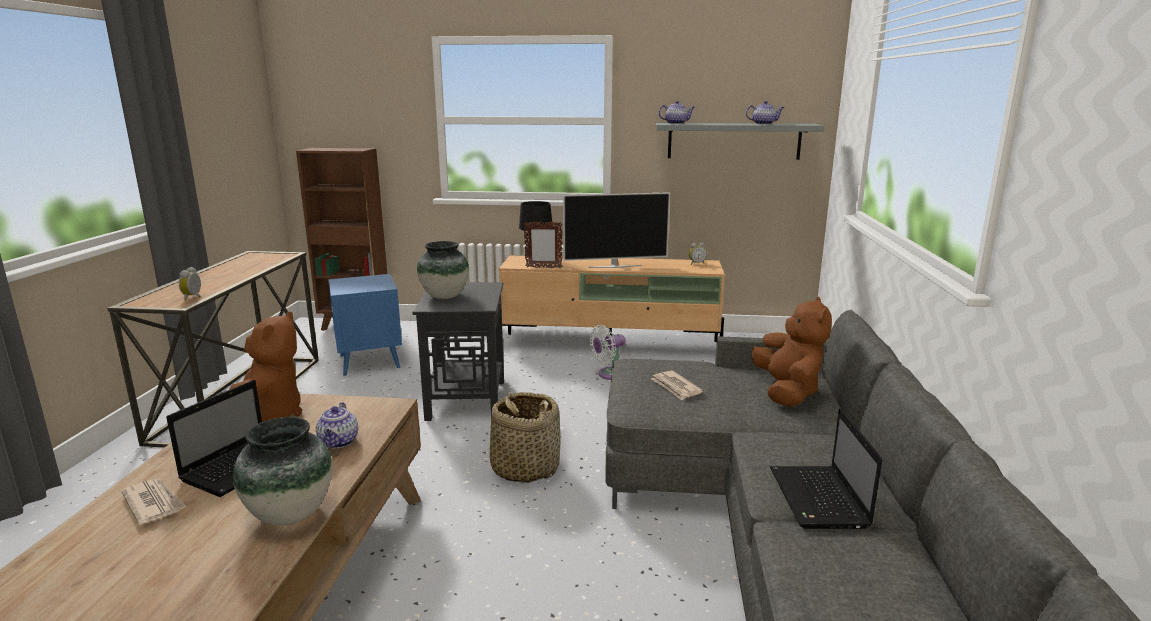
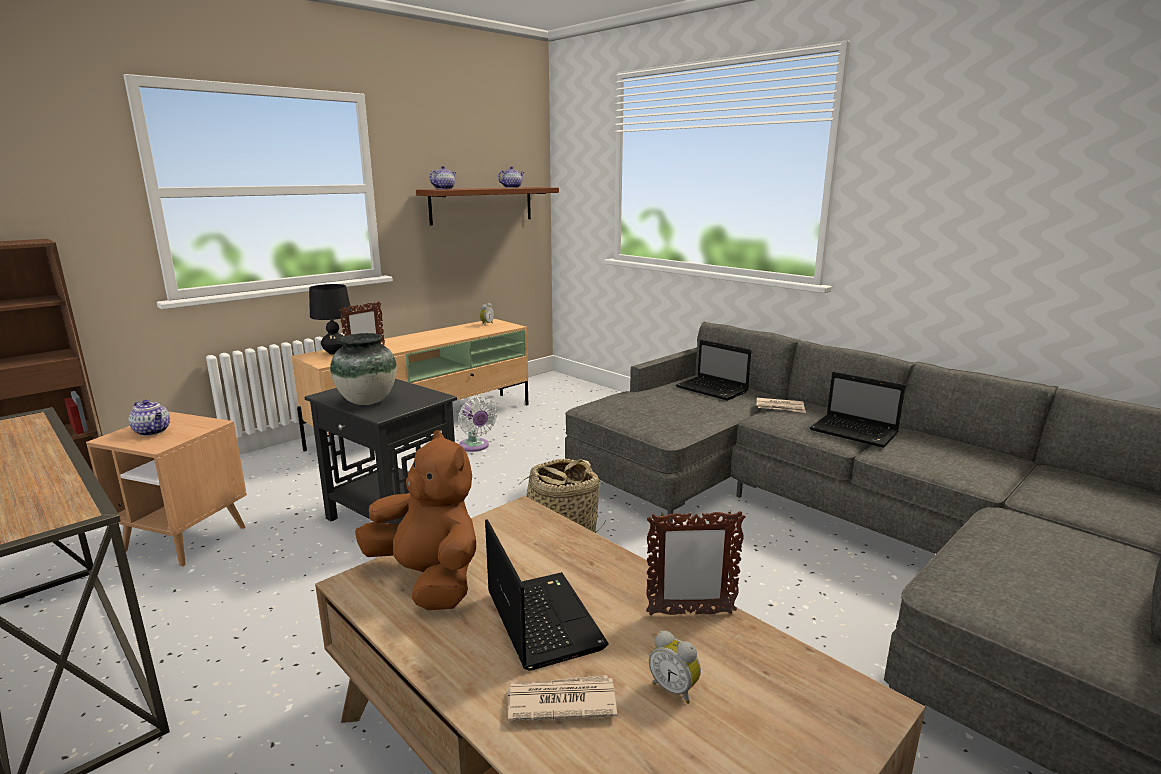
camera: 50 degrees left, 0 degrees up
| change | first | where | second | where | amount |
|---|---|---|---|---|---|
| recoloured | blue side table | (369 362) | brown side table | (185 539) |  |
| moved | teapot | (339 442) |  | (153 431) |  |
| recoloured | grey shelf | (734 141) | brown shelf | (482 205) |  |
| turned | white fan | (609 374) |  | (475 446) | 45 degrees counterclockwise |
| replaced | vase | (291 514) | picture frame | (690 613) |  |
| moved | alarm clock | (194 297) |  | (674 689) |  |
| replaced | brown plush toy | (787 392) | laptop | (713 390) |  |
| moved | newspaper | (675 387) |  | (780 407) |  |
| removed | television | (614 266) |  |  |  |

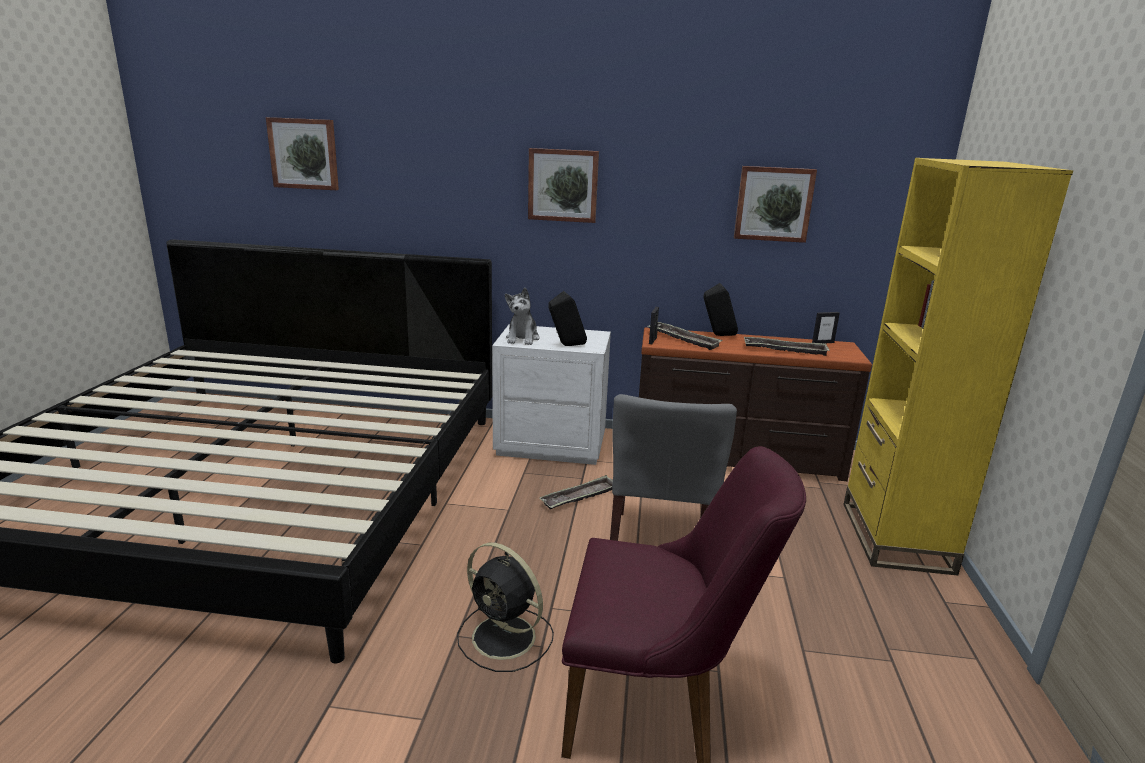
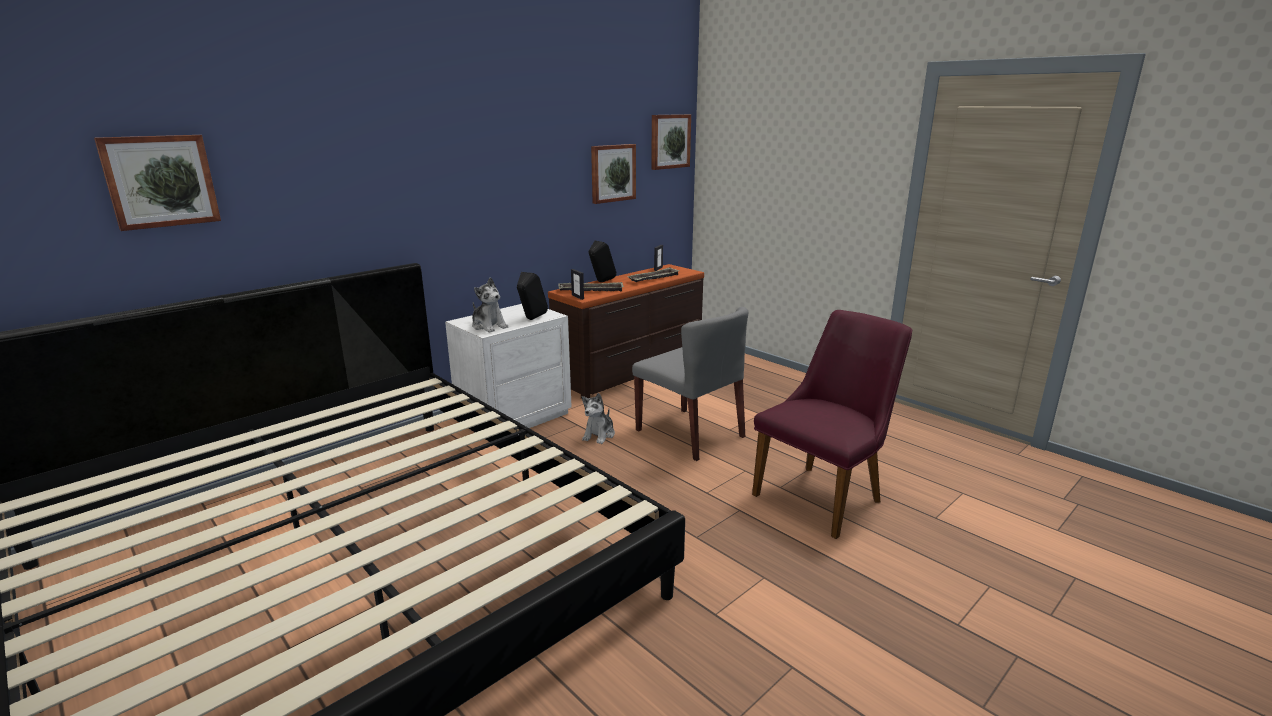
camera: 50 degrees left, 0 degrees up
| change | first | where | second | where | amount |
|---|---|---|---|---|---|
| replaced | tray | (579 497) | plush toy | (599 435) |  |
| moved | picture | (563 185) |  | (669 141) |  |
| removed | black fan | (506 638) |  |  |  |
| removed | yellow bookcase | (895 537) |  |  |  |

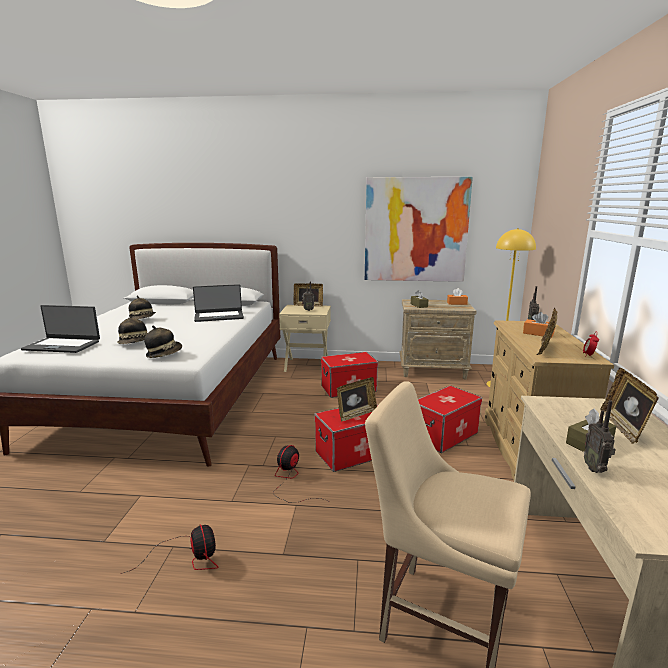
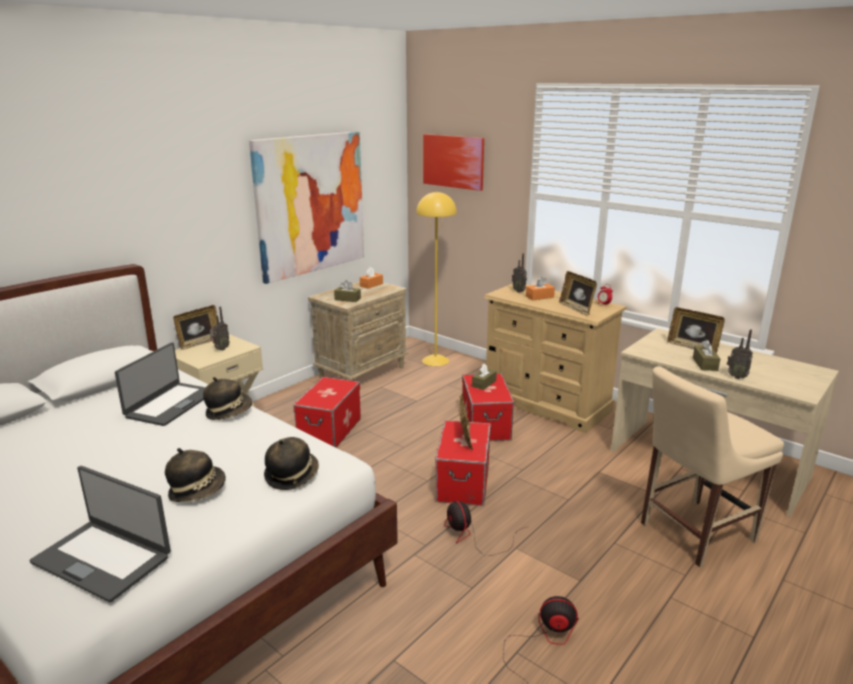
camera: 55 degrees left, 5 degrees up
| change | first | where | second | where | amount |
|---|---|---|---|---|---|
| turned | laptop | (62 345) |  | (103 558) | 75 degrees clockwise |
| moved | hat | (143 319) |  | (229 412) |  |
| added |  |  | picture | (453 161) |  |
| added |  |  | brown tissue box | (484 383) |  |

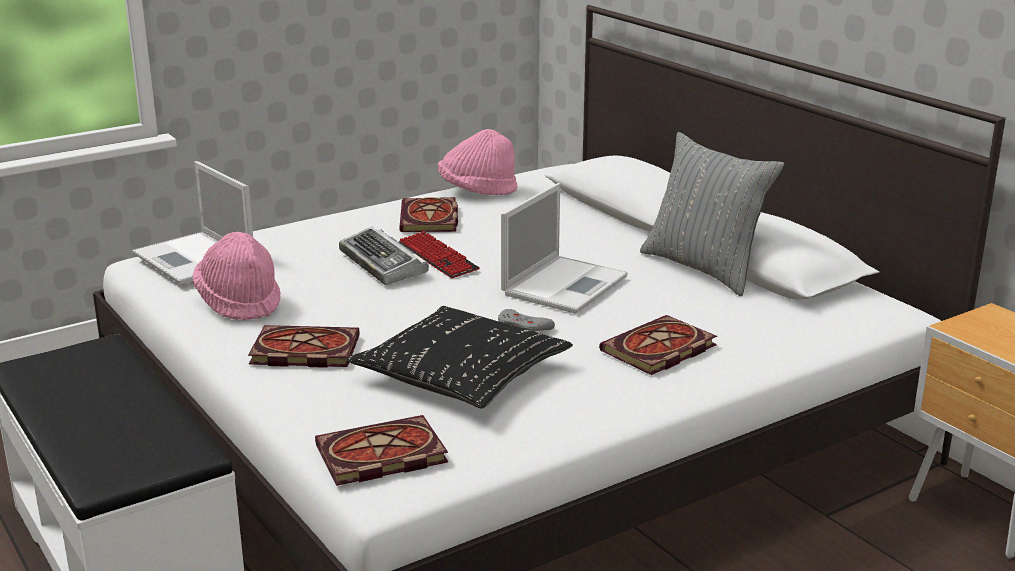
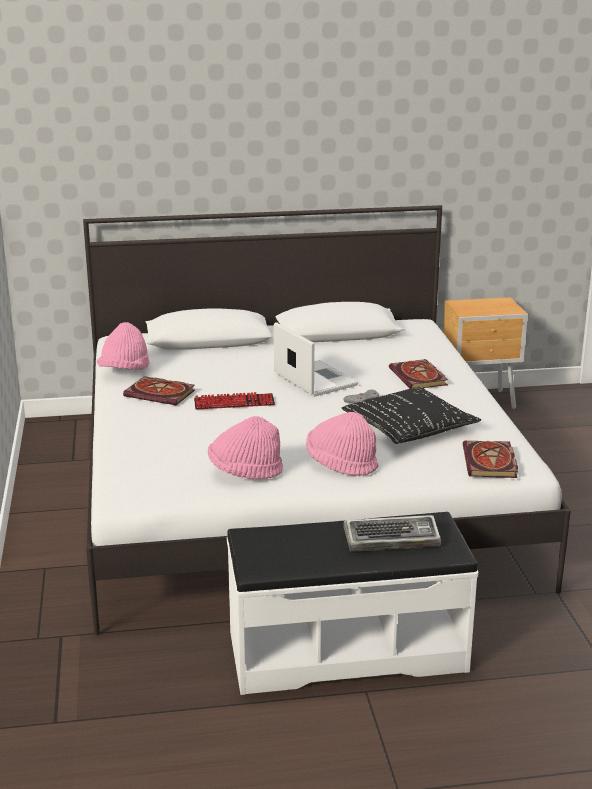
camera: 65 degrees left, 0 degrees up
| change | first | where | second | where | amount |
|---|---|---|---|---|---|
| replaced | book | (302 351) | pink hat | (341 464) |  |
| moved | keyboard | (384 264) |  | (392 539) |  |
| removed | laptop | (195 259) |  |  |  |
| removed | grey pillow | (704 268) |  |  |  |

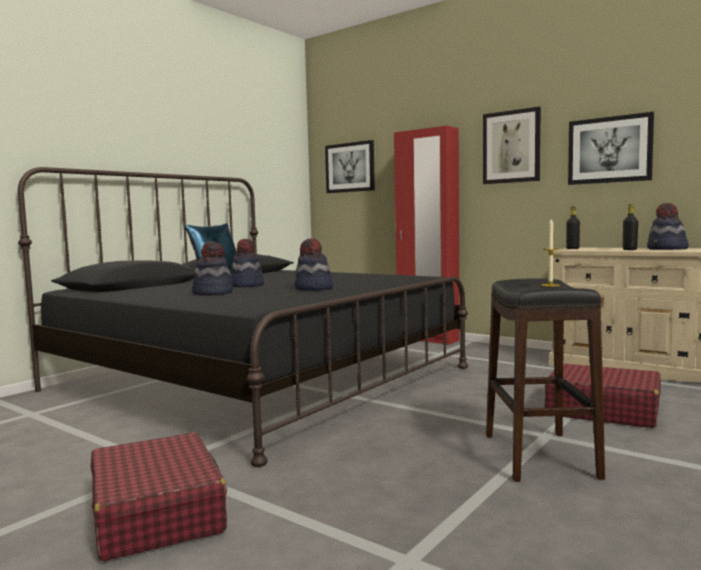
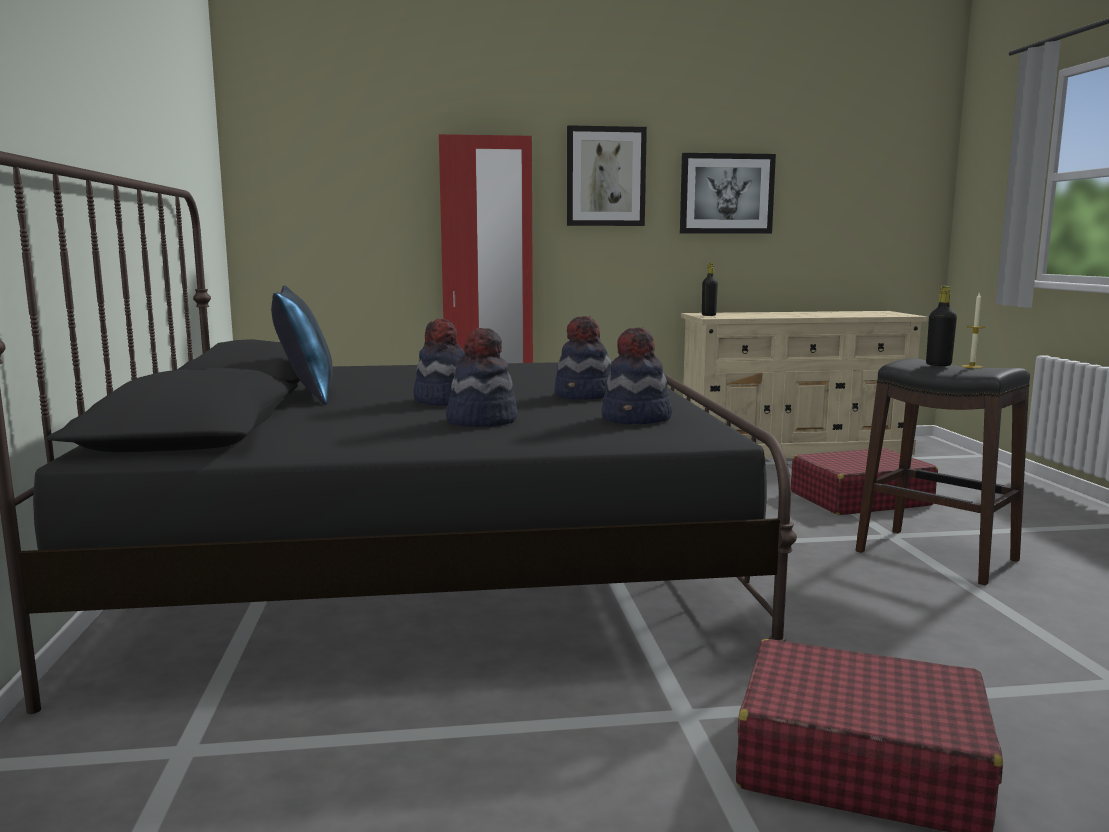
camera: 45 degrees left, 5 degrees up
| change | first | where | second | where | amount |
|---|---|---|---|---|---|
| moved | hat | (667 249) |  | (637 419) |  |
| moved | black bottle | (629 249) |  | (938 365) |  |
| removed | picture | (350 167) |  |  |  |

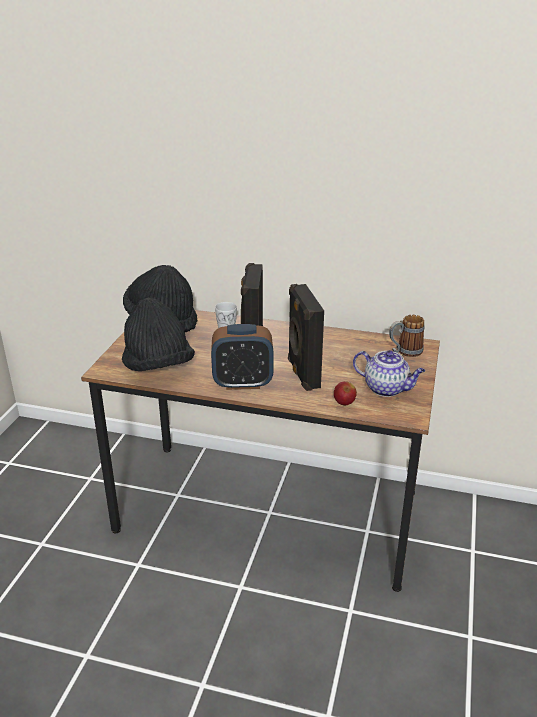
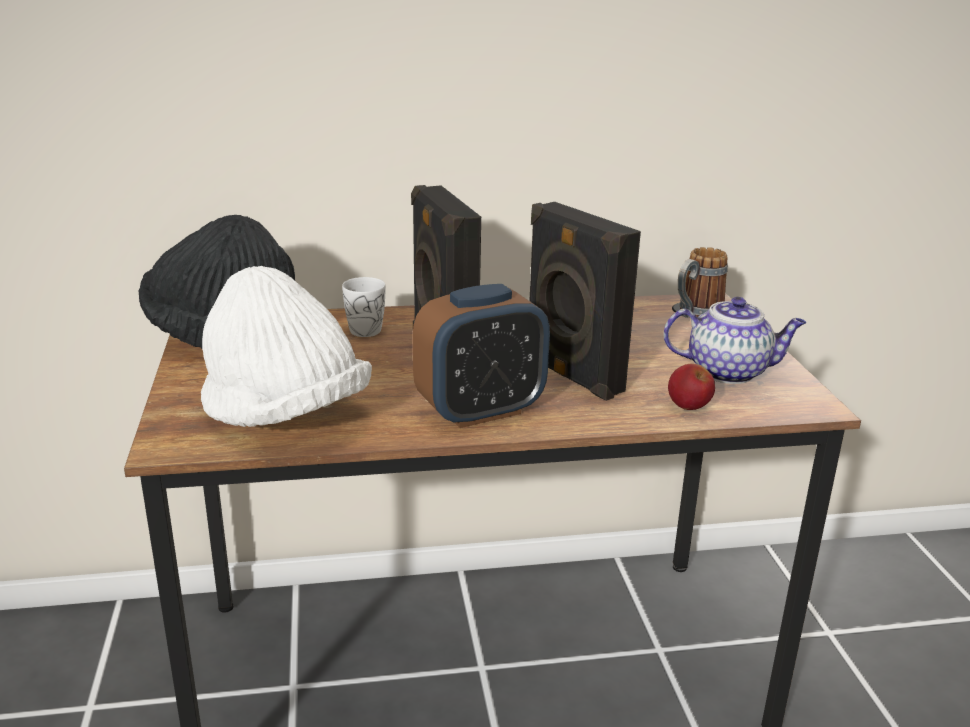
camera: 25 degrees left, 5 degrees down
| change | first | where | second | where | amount |
|---|---|---|---|---|---|
| recoloured | black hat | (158 366) | white hat | (285 415) |  |

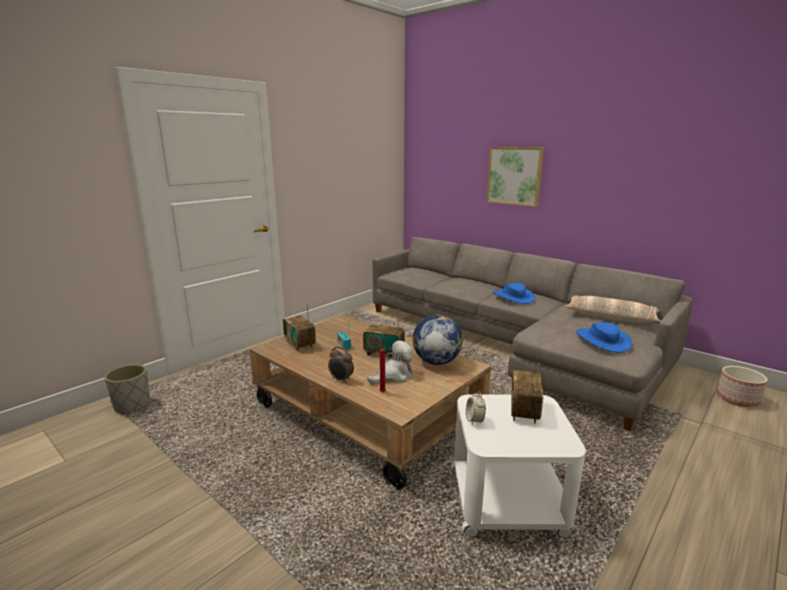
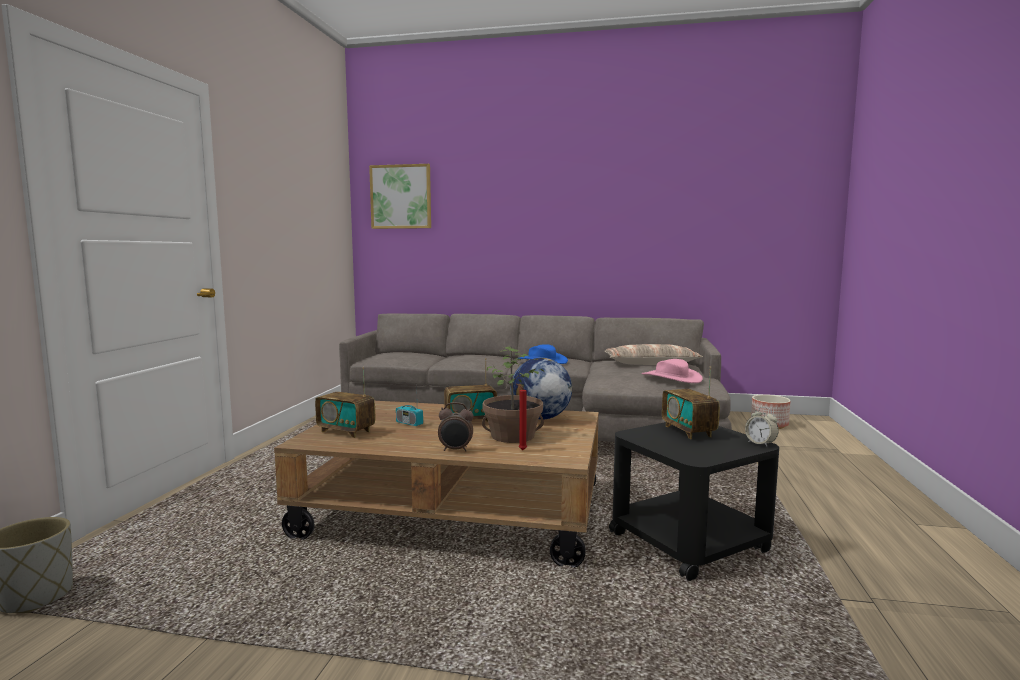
camera: 30 degrees left, 10 degrees down
| change | first | where | second | where | amount |
|---|---|---|---|---|---|
| moved | picture | (514 176) |  | (401 197) |  |
| replaced | plush toy | (393 376) | potted plant | (512 436) |  |
| recoloured | white side table | (508 500) | black side table | (689 541) |  |
| recoloured | blue hat | (602 340) | pink hat | (671 378) |  |
| moved | alarm clock | (474 420) |  | (760 443) |  |

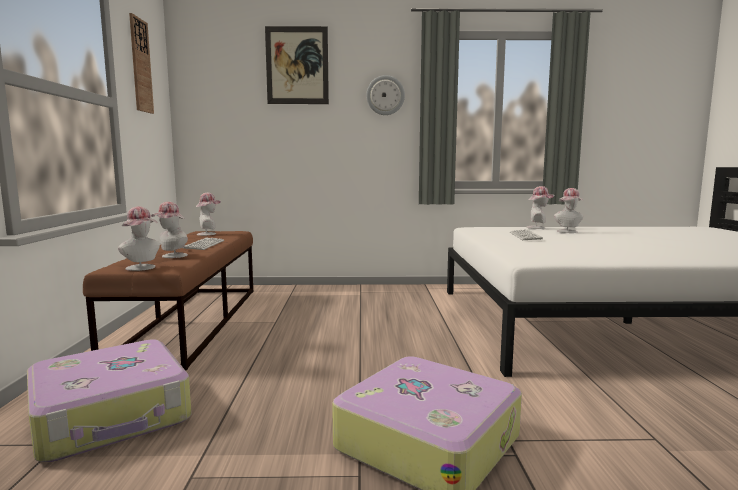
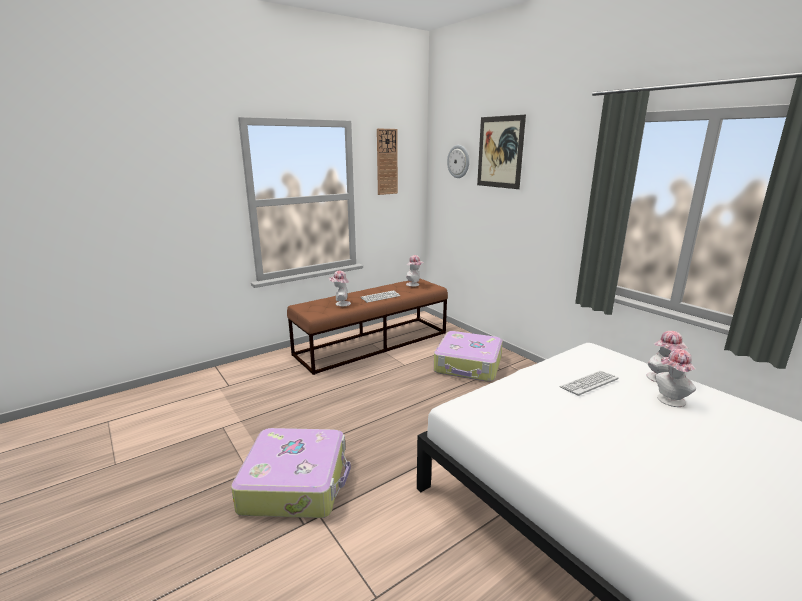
camera: 55 degrees right, 10 degrees up
| change | first | where | second | where | amount |
|---|---|---|---|---|---|
| moved | suitcase | (112 415) |  | (468 365) |  |
| moved | wall clock | (385 95) |  | (458 161) |  |
| removed | hat | (143 268) |  |  |  |

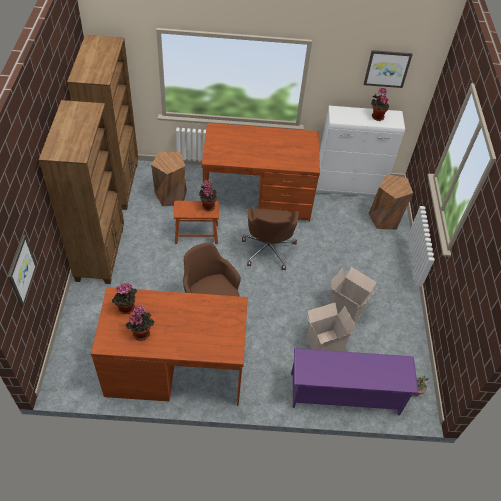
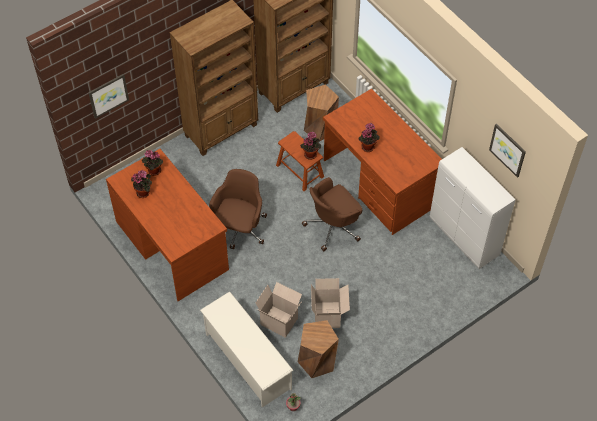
camera: 55 degrees right, 5 degrees up
| change | first | where | second | where | amount |
|---|---|---|---|---|---|
| recoloured | purple shoe rack | (345 394) | white shoe rack | (247 361) |  |
| moved | brown stool | (385 218) |  | (317 361) |  |
| moved | potted plant | (376 116) |  | (368 146) |  |

